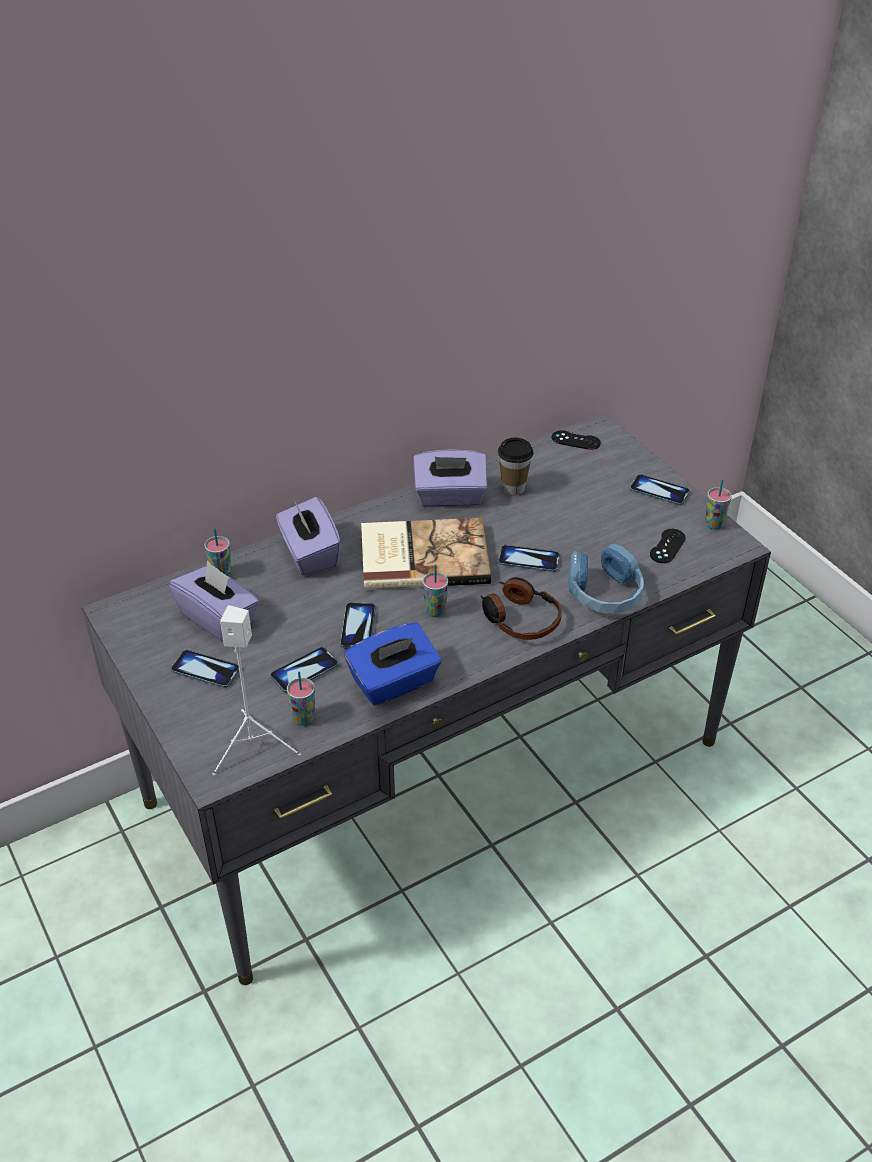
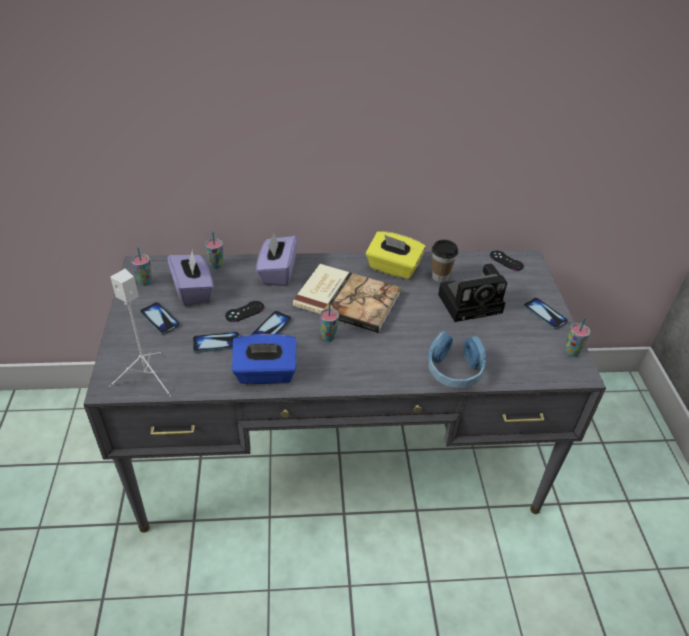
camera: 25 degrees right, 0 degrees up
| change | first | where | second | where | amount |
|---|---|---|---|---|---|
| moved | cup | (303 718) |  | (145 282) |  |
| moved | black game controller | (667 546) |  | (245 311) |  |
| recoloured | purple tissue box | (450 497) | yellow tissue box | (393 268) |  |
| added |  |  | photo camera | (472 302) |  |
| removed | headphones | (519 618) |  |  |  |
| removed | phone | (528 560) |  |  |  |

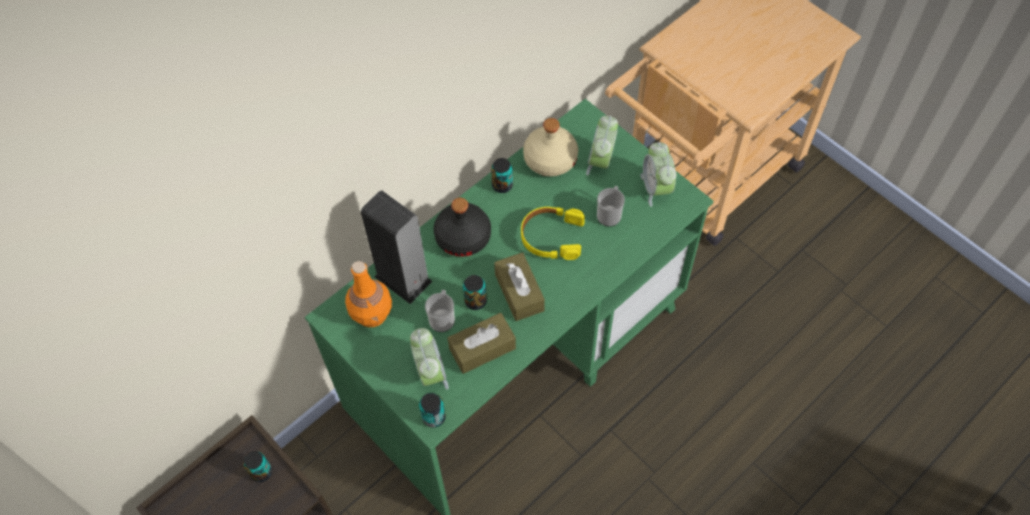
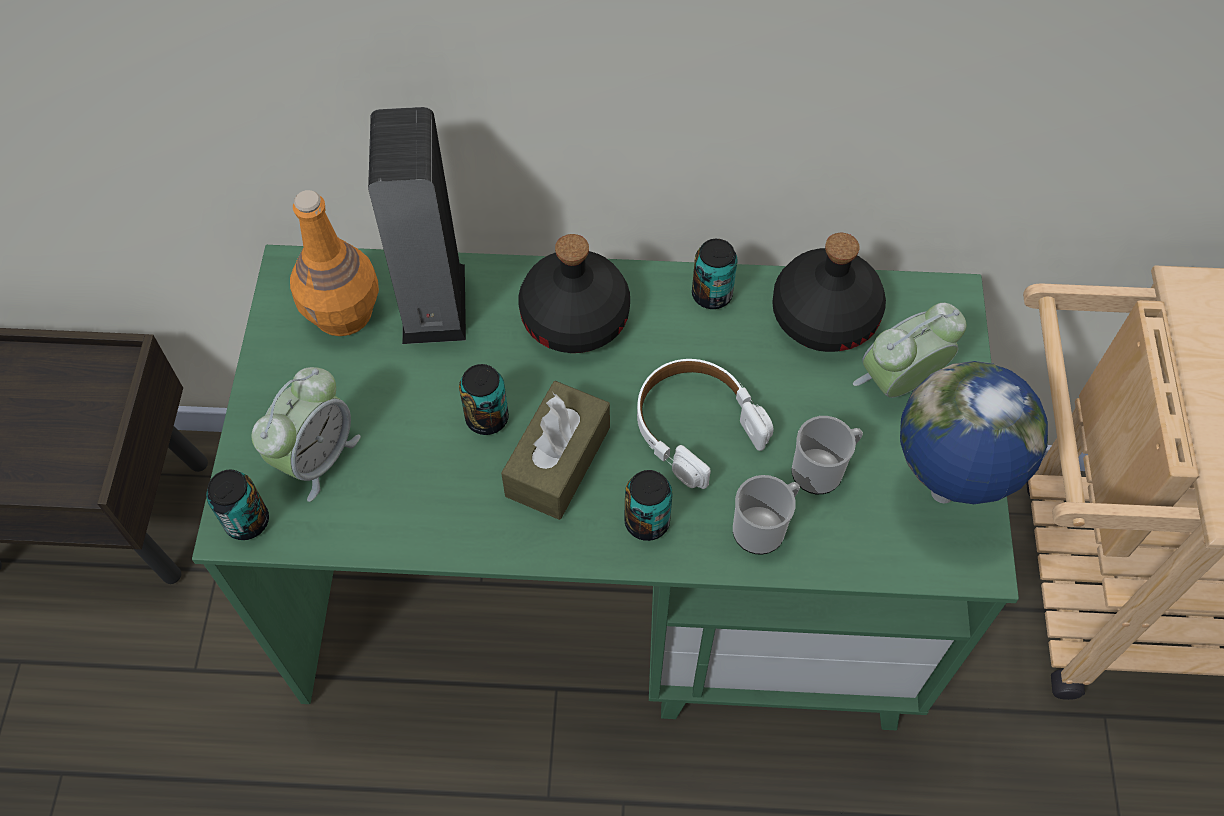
camera: 45 degrees right, 0 degrees up
| change | first | where | second | where | amount |
|---|---|---|---|---|---|
| moved | can | (261 472) |  | (647 522) |  |
| recoloured | yellow headphones | (551 237) | white headphones | (696 426) |  |
| moved | mug | (442 318) |  | (763 527) |  |
| recoloured | beige bottle | (549 159) | black bottle | (823 315) |  |
| replaced | alarm clock | (656 188) | globe | (942 496) |  |
| removed | brown tissue box | (482 348) |  |  |  |

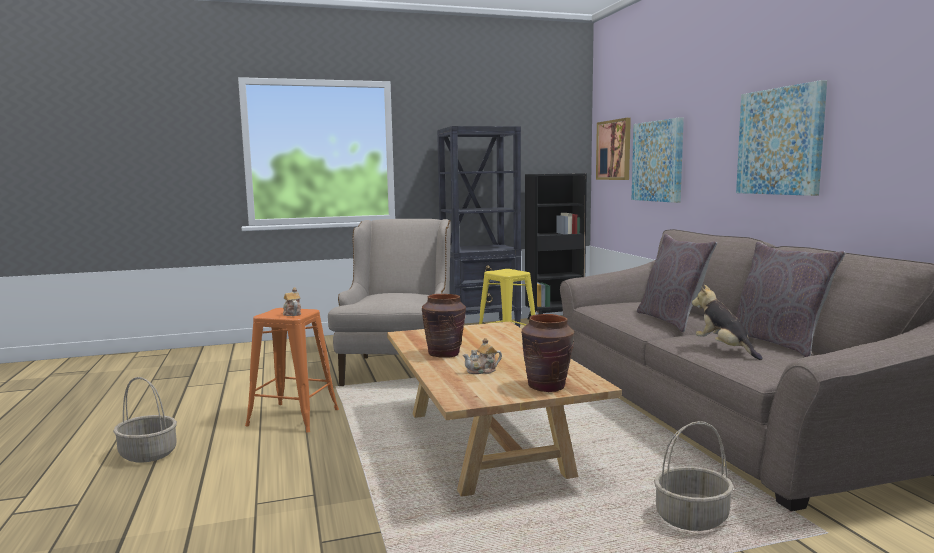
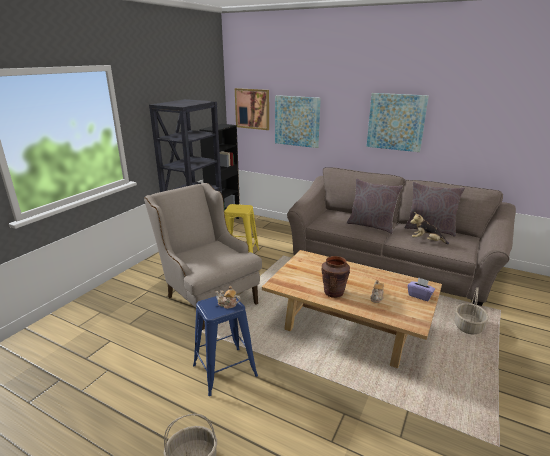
camera: 45 degrees left, 15 degrees up
| change | first | where | second | where | amount |
|---|---|---|---|---|---|
| recoloured | orange stool | (293 417) | blue stool | (224 370) |  |
| replaced | brown vase | (547 386) | purple tissue box | (419 296) |  |

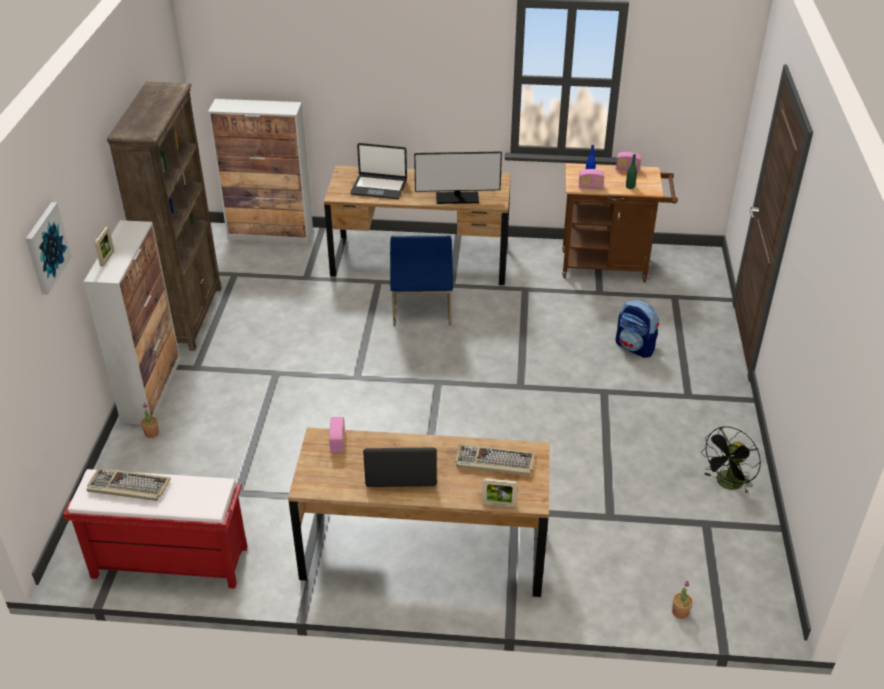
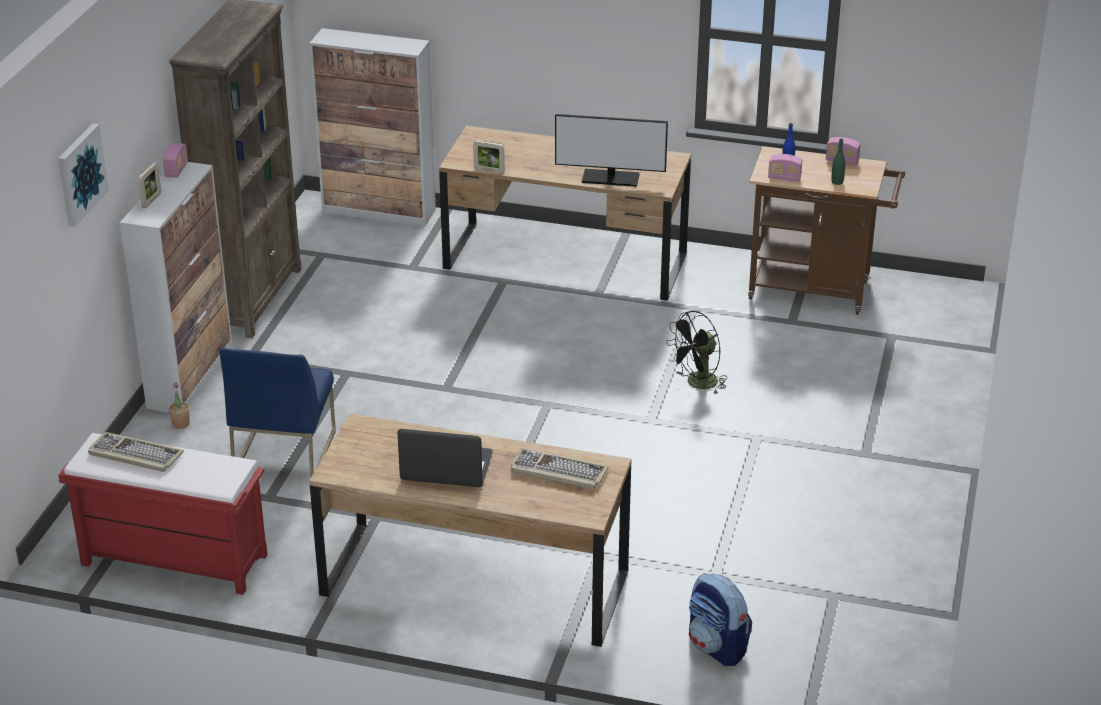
camera: 10 degrees right, 5 degrees down
| change | first | where | second | where | amount |
|---|---|---|---|---|---|
| moved | radio | (338 442) |  | (176 170) |  |
| moved | blue chair | (421 306) |  | (284 453) |  |
| moved | picture frame | (498 504) |  | (489 170) |  |
| moved | black fan | (727 484) |  | (697 384) |  |
| moved | backpack | (635 347) |  | (717 647) |  |
| removed | laptop | (379 187) |  |  |  |
| removed | potted plant | (680 612) |  |  |  |

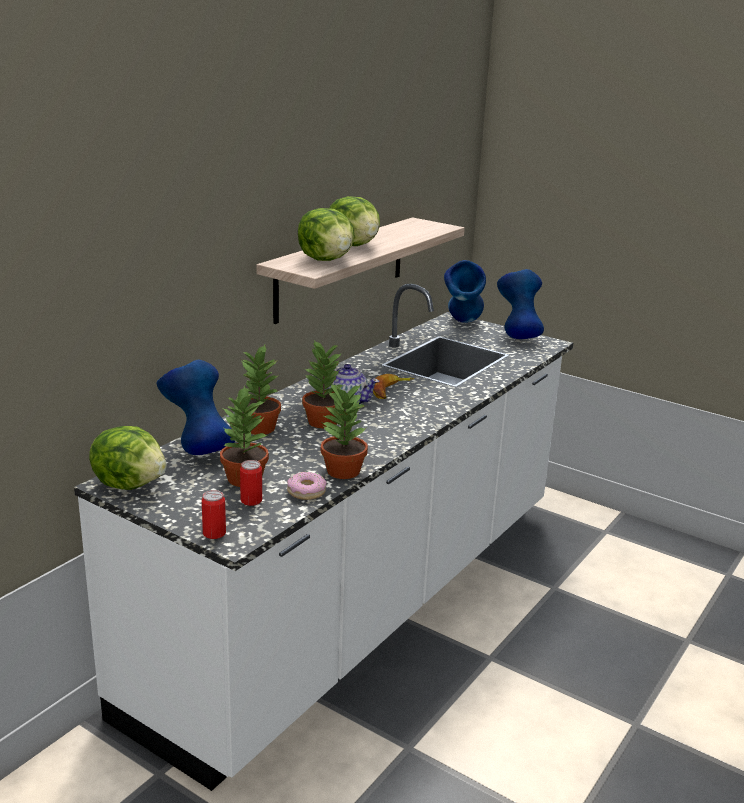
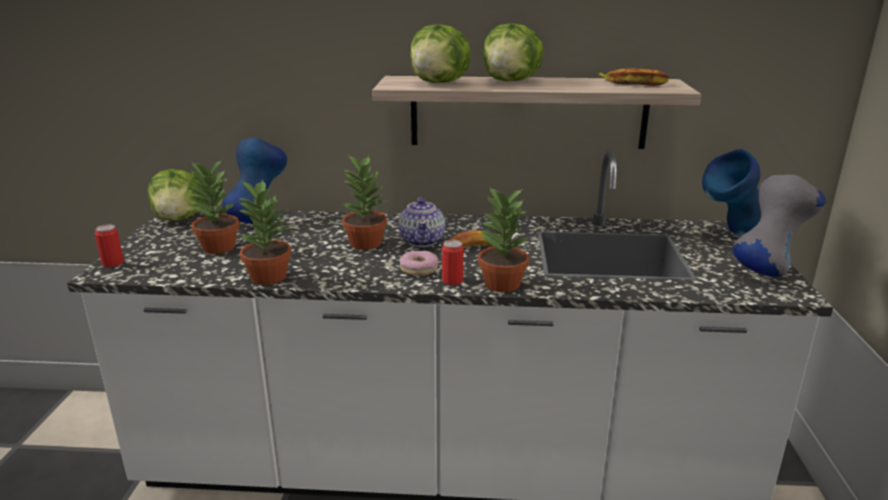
camera: 60 degrees right, 0 degrees up
| change | first | where | second | where | amount |
|---|---|---|---|---|---|
| moved | donut | (306 491) |  | (419 269) |  |
| moved | can | (251 500) |  | (452 281) |  |
| moved | potted plant | (258 428) |  | (501 284) |  |
| added |  |  | banana | (633 83) |  |
| recoloured | blue vase | (517 336) | grey vase | (767 270) |  |

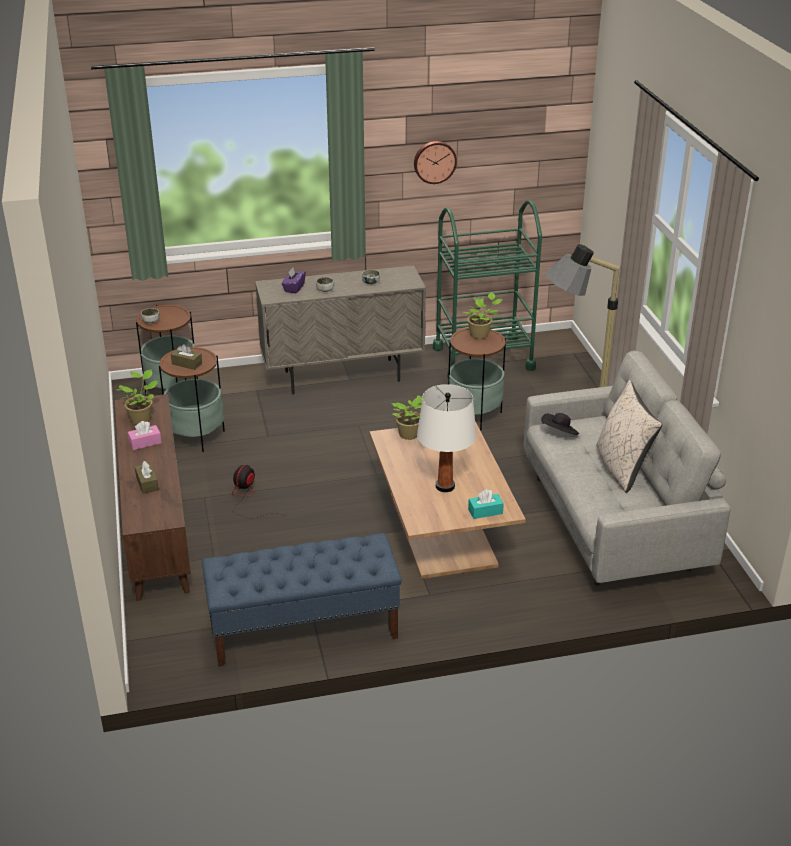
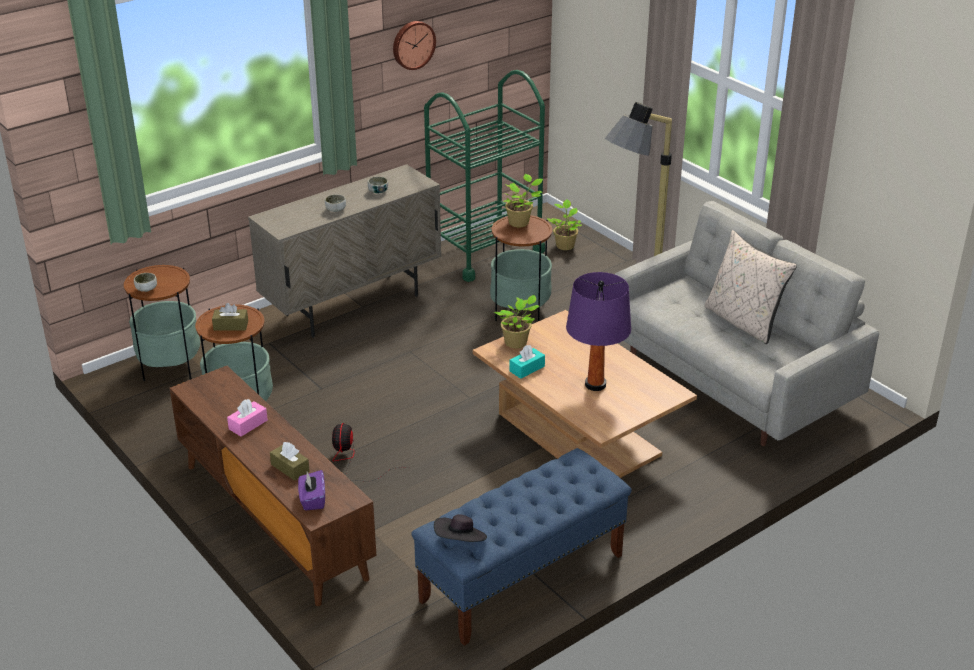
camera: 25 degrees left, 0 degrees up
| change | first | where | second | where | amount |
|---|---|---|---|---|---|
| moved | purple tissue box | (294 288) |  | (312 500) |  |
| moved | black hat | (559 433) |  | (460 541) |  |
| moved | turquoise tissue box | (485 511) |  | (527 369) |  |
| moved | potted plant | (141 418) |  | (565 245) |  |
| recoloured | white table lamp | (445 486) | purple table lamp | (595 385) |  |

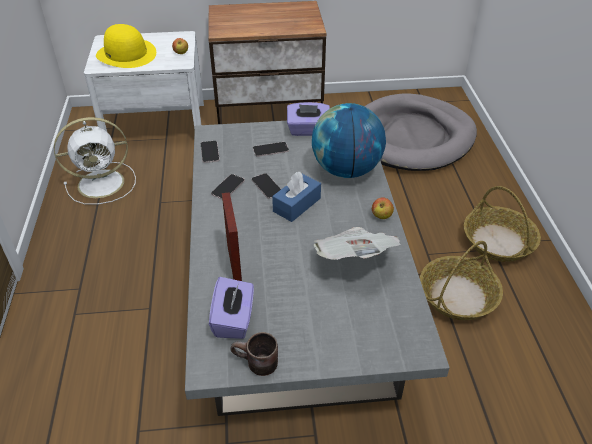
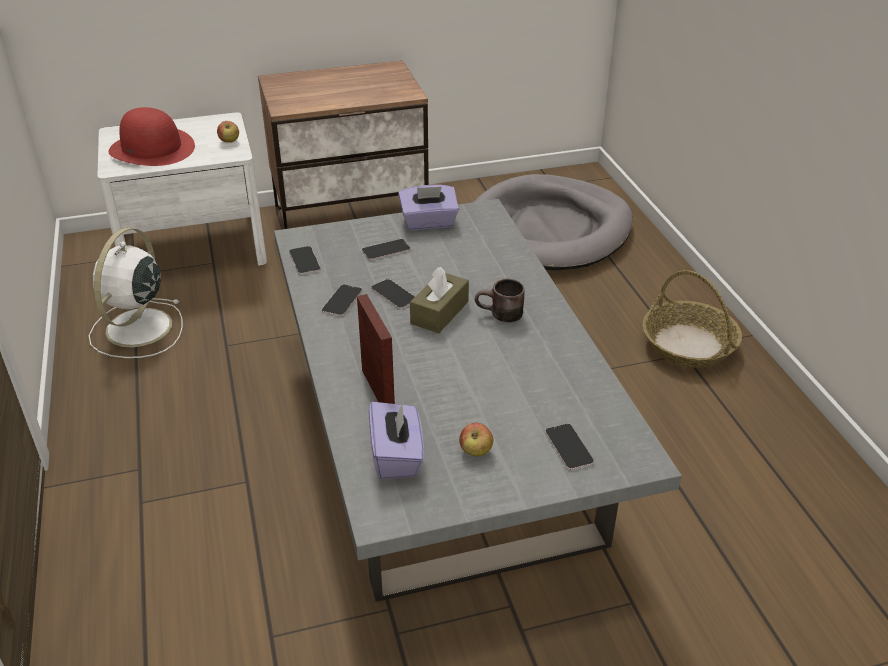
camera: 10 degrees left, 5 degrees down
| change | first | where | second | where | amount |
|---|---|---|---|---|---|
| turned | white fan | (103 183) |  | (137 329) | 135 degrees clockwise |
| recoloured | yellow hat | (126 54) | red hat | (152 148) |  |
| recoloured | blue tissue box | (297 205) | brown tissue box | (439 312) |  |
| moved | apple | (381 216) |  | (476 451) |  |
| moved | brown mug | (255 365) |  | (500 316) |  |
| added |  |  | phone | (568 447) |  |
| removed | globe | (346 170) |  |  |  |
| removed | newspaper | (354 259) |  |  |  |
| removed | basket | (457 295) |  |  |  |

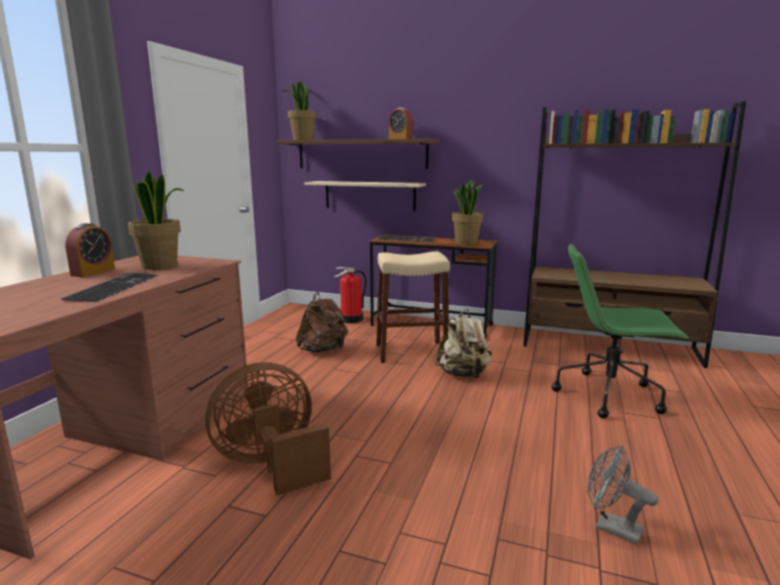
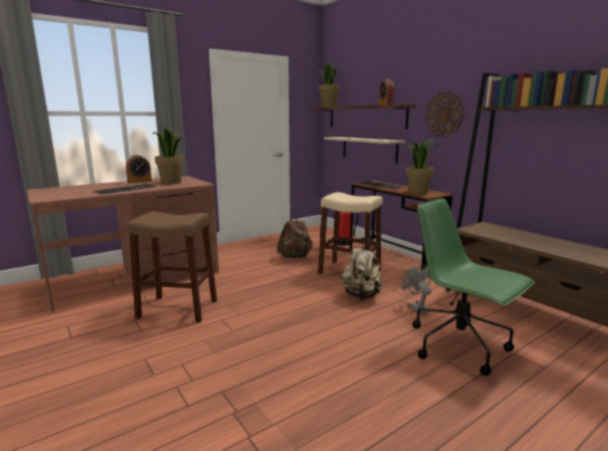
camera: 35 degrees right, 0 degrees up
| change | first | where | second | where | amount |
|---|---|---|---|---|---|
| replaced | brown fan | (271 465) | brown stool | (177 309) |  |
| moved | grey fan | (611 527) |  | (416 307) |  |
| added |  |  | wall clock | (444 114) |  |

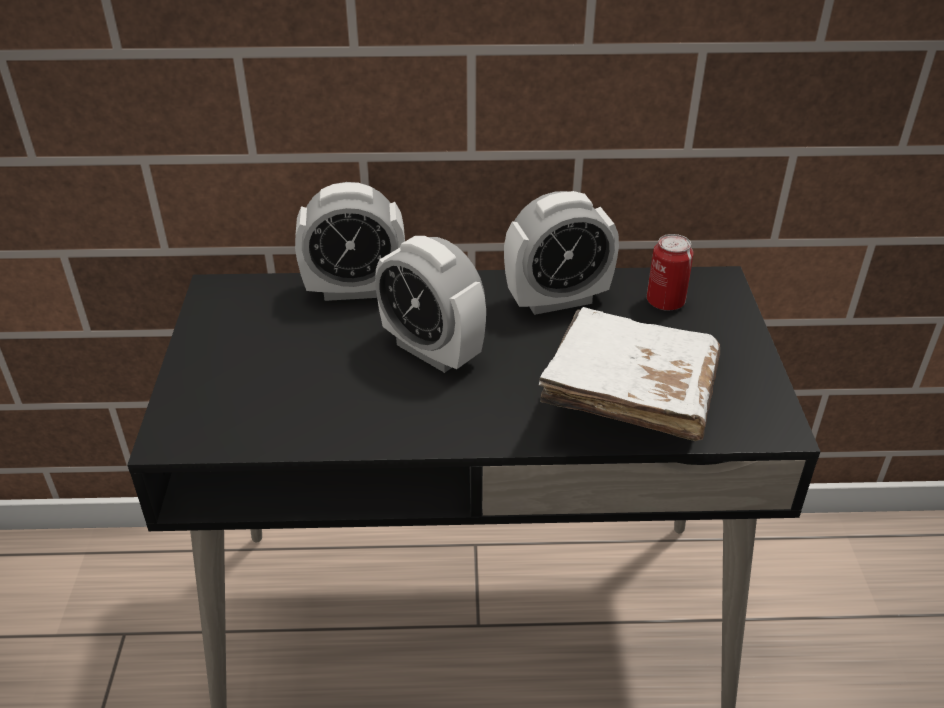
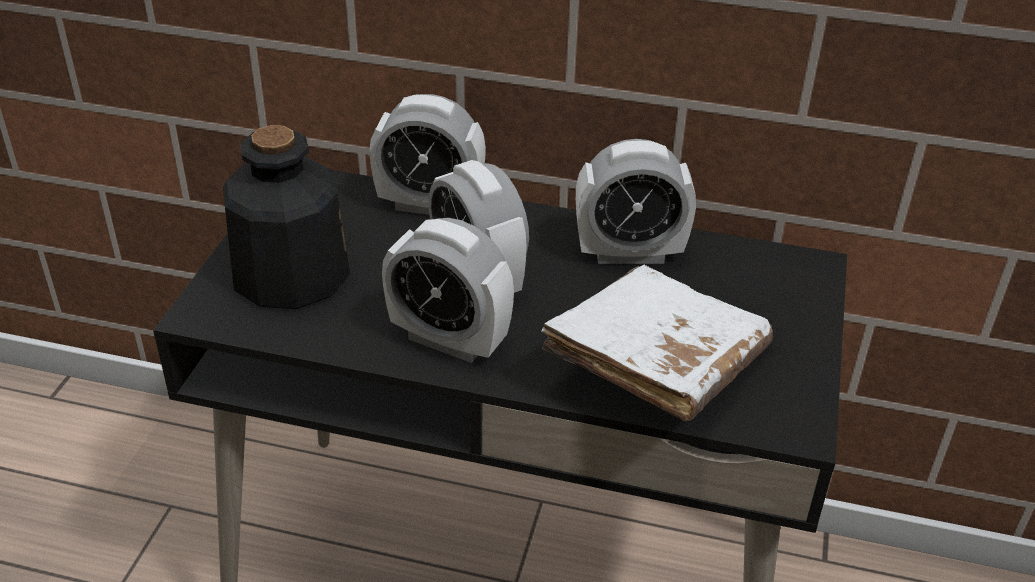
camera: 15 degrees right, 0 degrees up
| change | first | where | second | where | amount |
|---|---|---|---|---|---|
| added |  |  | bottle | (289 275) |  |
| added |  |  | alarm clock | (449 340) |  |
| removed | can | (665 302) |  |  |  |

